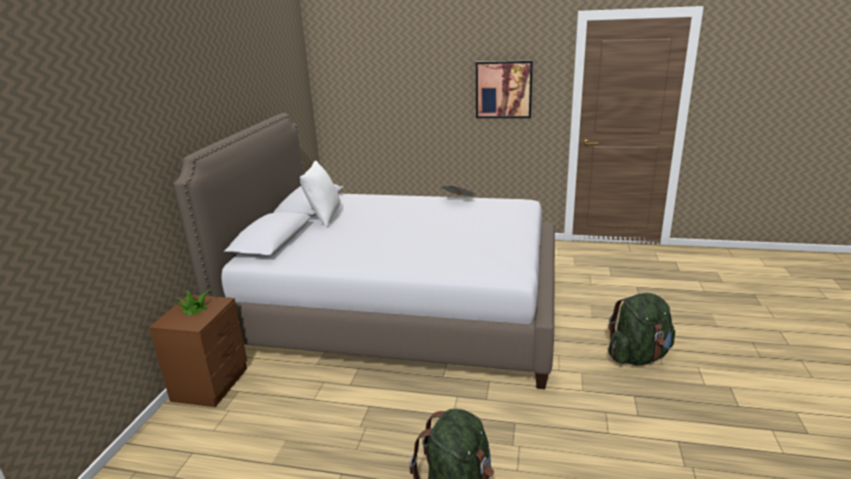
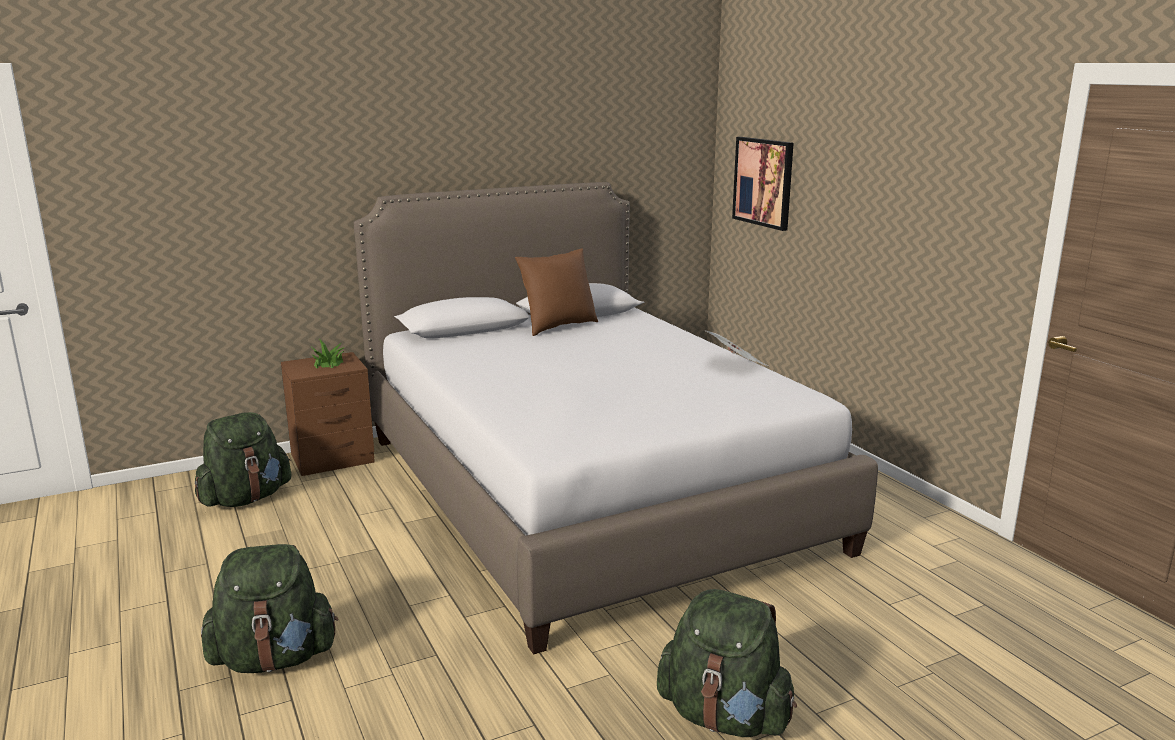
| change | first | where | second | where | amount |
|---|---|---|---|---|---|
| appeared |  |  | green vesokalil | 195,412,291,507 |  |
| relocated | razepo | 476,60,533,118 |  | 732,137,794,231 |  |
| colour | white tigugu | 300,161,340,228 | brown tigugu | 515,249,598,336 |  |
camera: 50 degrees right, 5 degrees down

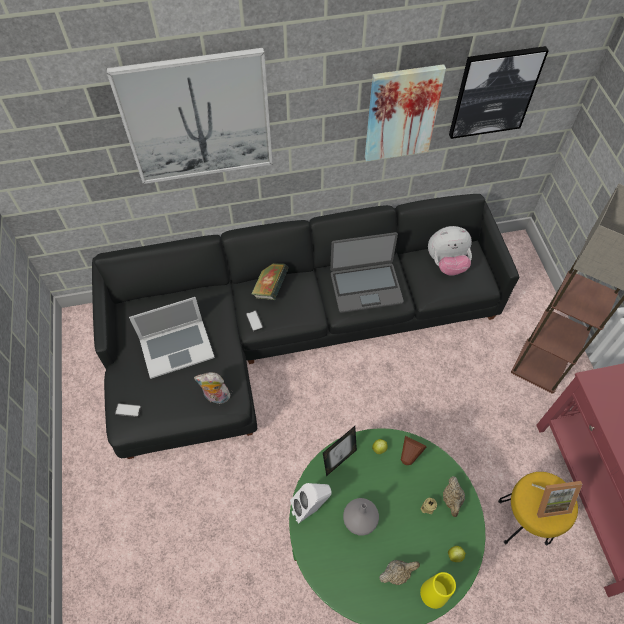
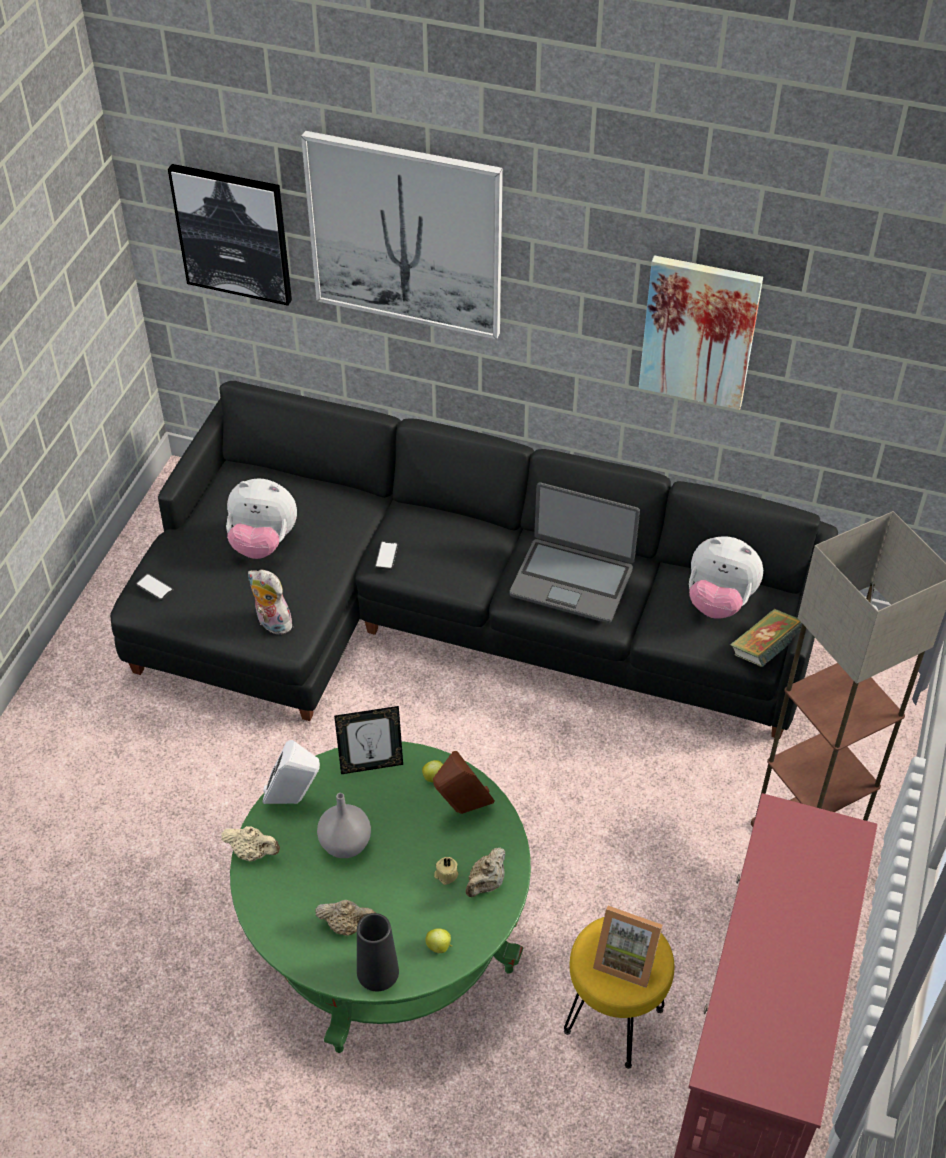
| change | first | where | second | where | amount |
|---|---|---|---|---|---|
| appeared |  |  | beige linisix | 221,826,280,862 |  |
| relocated | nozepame | 251,263,289,300 |  | 730,609,802,667 |  |
| relocated | razepo | 449,46,549,139 |  | 168,164,292,306 |  |
| exchanged | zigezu | 129,297,215,379 | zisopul | 226,478,297,559 |  |
| colour | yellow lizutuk | 420,572,456,609 | black lizutuk | 357,913,399,991 |  |
camera: 30 degrees right, 10 degrees down

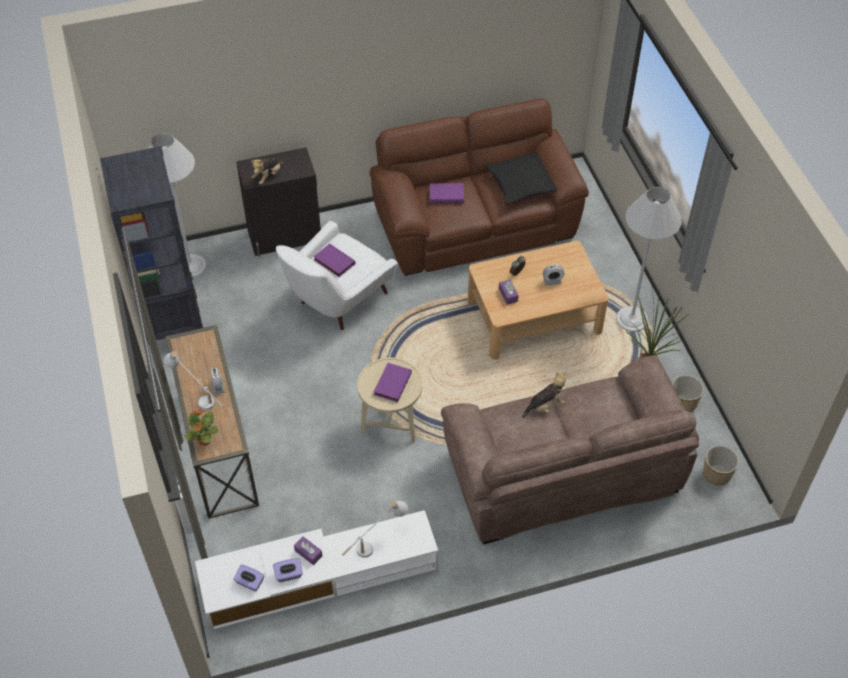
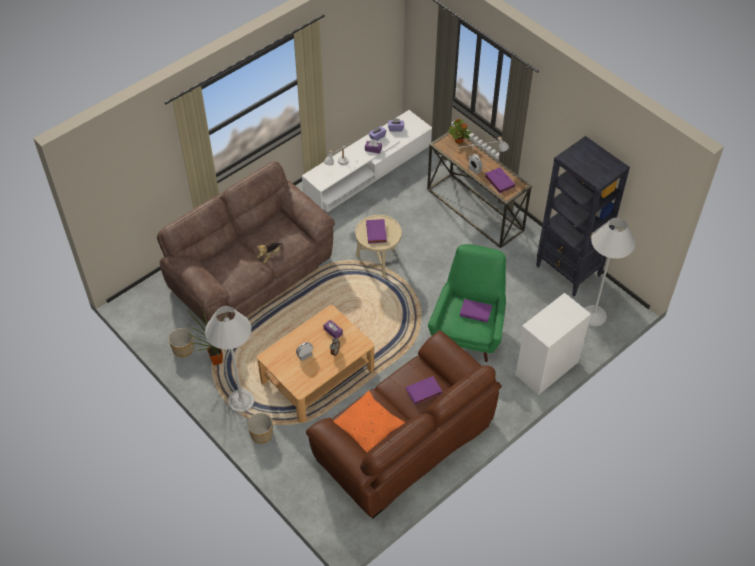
| change | first | where | second | where | amount |
|---|---|---|---|---|---|
| missing | zisopul | 251,158,284,184 |  |  |  |
| appeared |  |  | purple nozepame | 485,167,515,193 |  |
| relocated | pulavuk | 703,445,739,485 |  | 247,413,273,444 |  |
| colour | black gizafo | 236,147,321,257 | white gizafo | 515,293,591,395 |  |
| colour | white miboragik | 276,221,398,330 | green miboragik | 428,244,506,362 |  |
| colour | black tigugu | 484,152,557,205 | orange tigugu | 333,391,405,452 |  |
camera: 155 degrees right, 0 degrees up

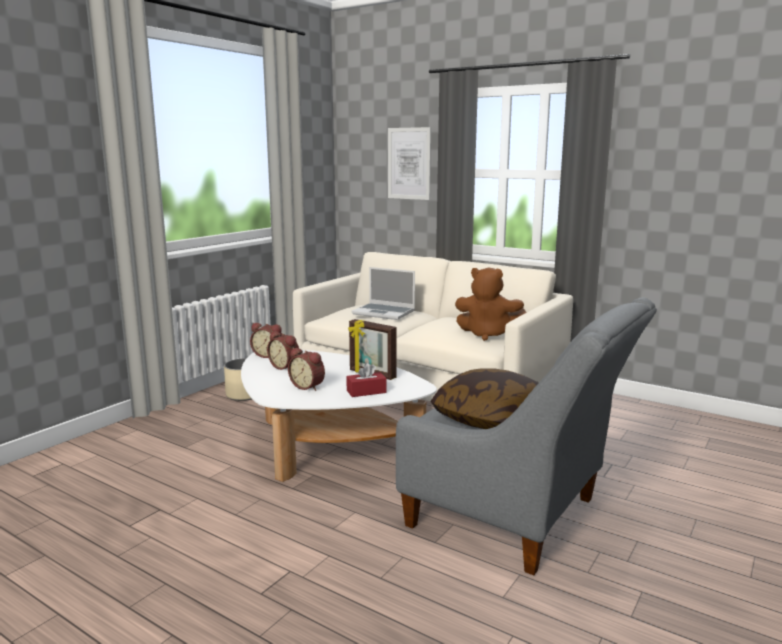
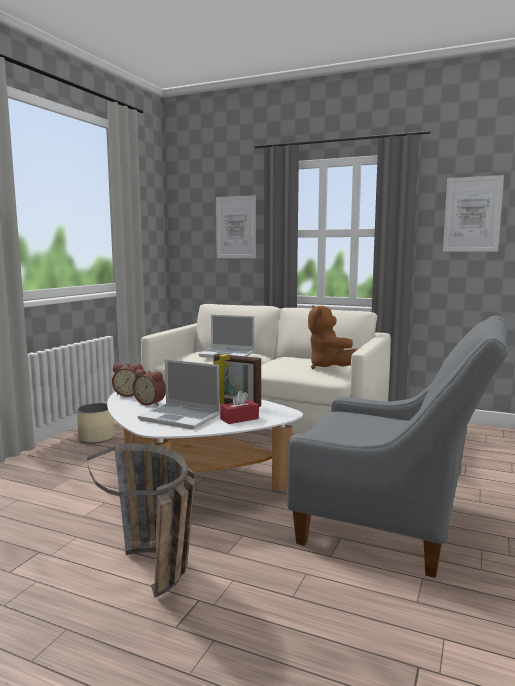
| change | first | where | second | where | amount |
|---|---|---|---|---|---|
| missing | tigugu | 431,368,539,429 |  |  |  |
| appeared |  |  | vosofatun | 87,443,195,598 |  |
| appeared |  |  | razepo | 443,175,504,252 |  |
| exchanged | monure | 288,348,325,391 | zigezu | 138,359,220,430 |  |
| spun | brown zisopul | 455,267,527,341 |  | 308,305,358,369 | 60 degrees clockwise |
camera: 10 degrees left, 5 degrees down

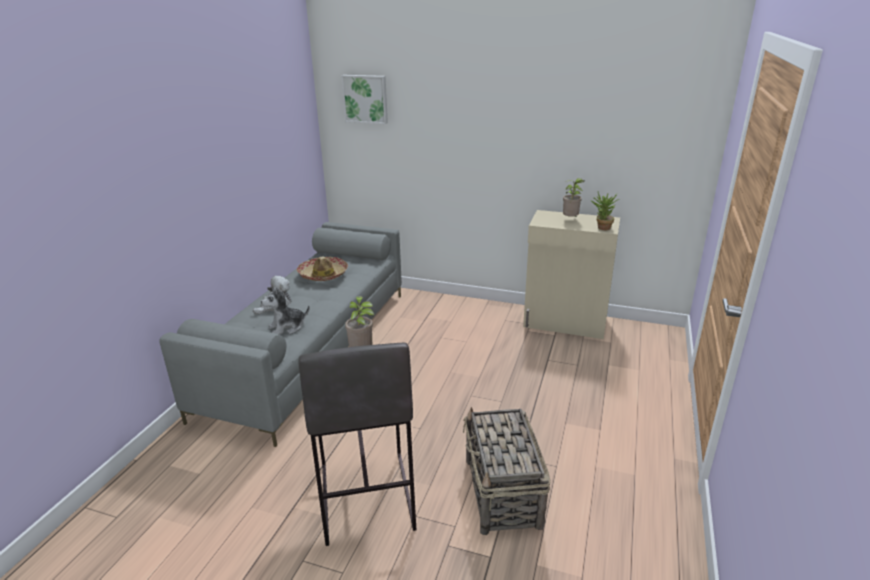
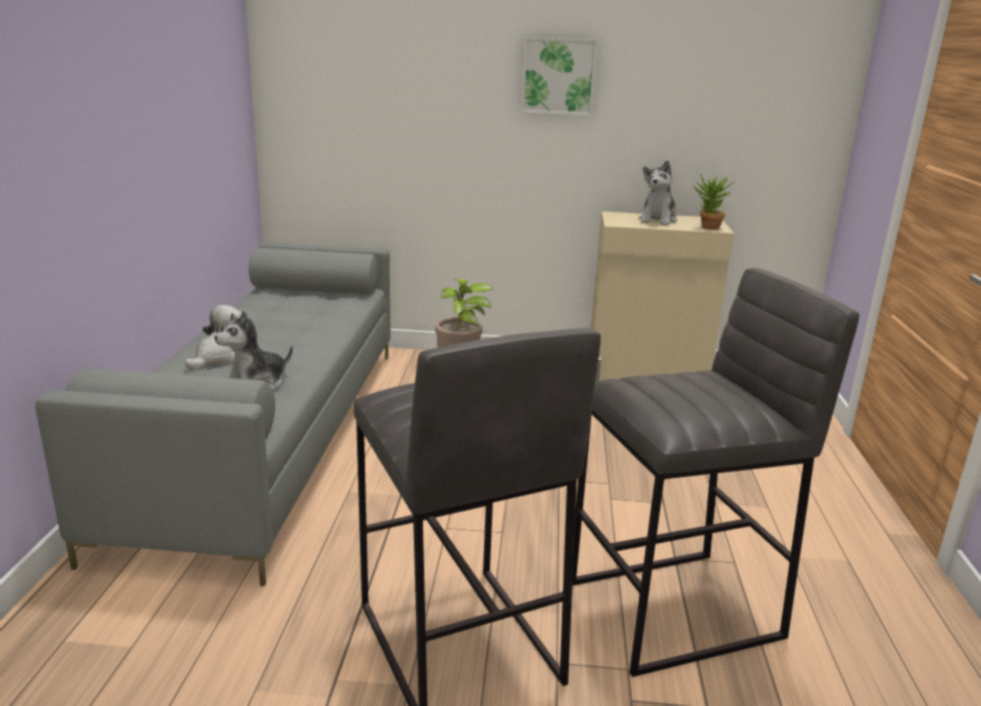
| change | first | where | second | where | amount |
|---|---|---|---|---|---|
| missing | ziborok | 297,256,348,281 |  |  |  |
| relocated | razepo | 341,75,388,124 |  | 521,37,598,116 |  |
| exchanged | vosofatun | 463,407,551,535 | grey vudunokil | 572,268,859,677 |  |
| exchanged | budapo | 563,178,584,217 | zisopul | 639,160,677,225 |  |
camera: 15 degrees left, 5 degrees down

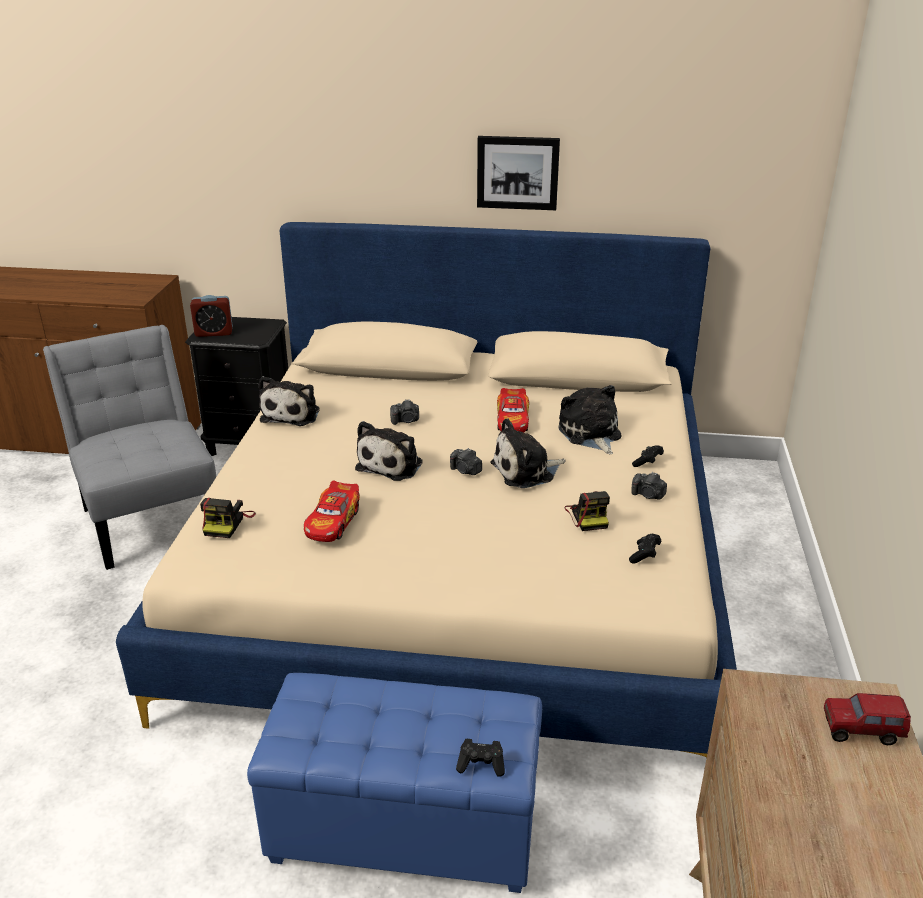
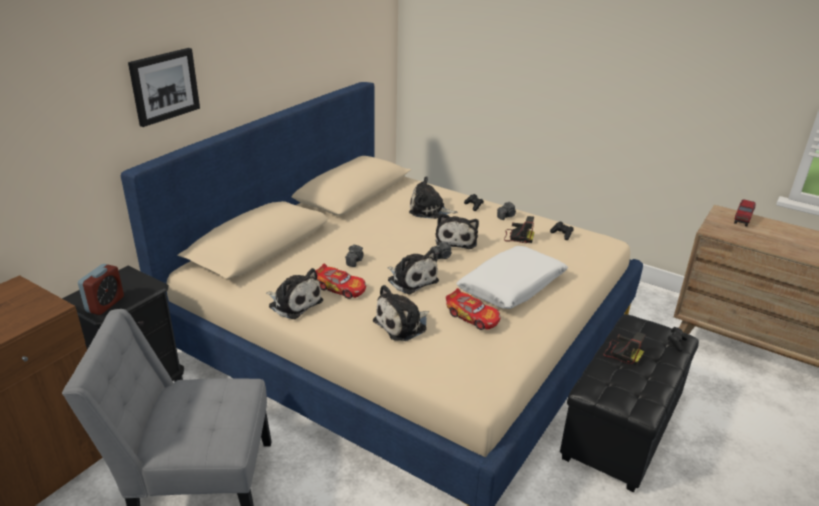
| change | first | where | second | where | amount |
|---|---|---|---|---|---|
| appeared |  |  | zisopul | 373,285,429,341 |  |
| appeared |  |  | white tigugu | 456,246,568,309 |  |
| relocated | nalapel | 200,498,256,538 |  | 603,332,646,365 |  |
| relocated | razepo | 477,136,560,210 |  | 128,48,200,127 |  |
| relocated | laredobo | 497,388,529,432 |  | 316,263,366,299 |  |
| colour | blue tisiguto | 247,673,542,893 | black tisiguto | 560,314,699,492 |  |
camera: 65 degrees left, 0 degrees up

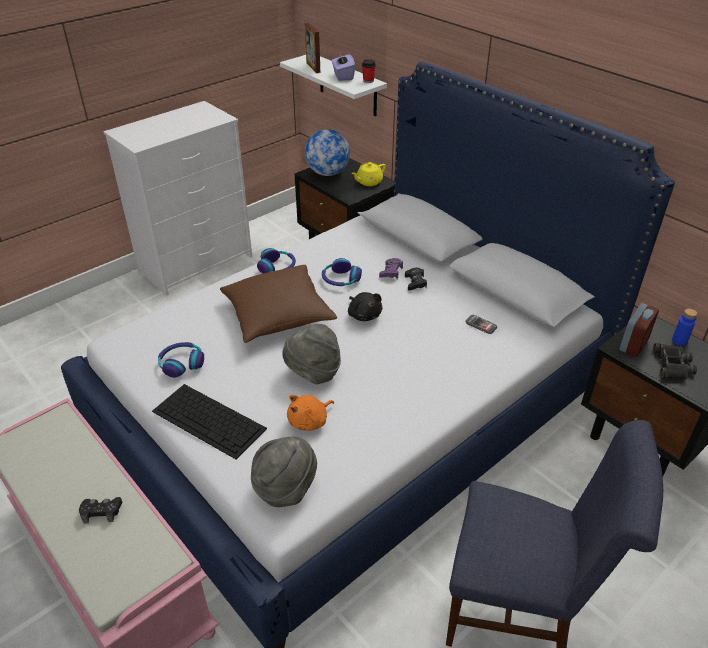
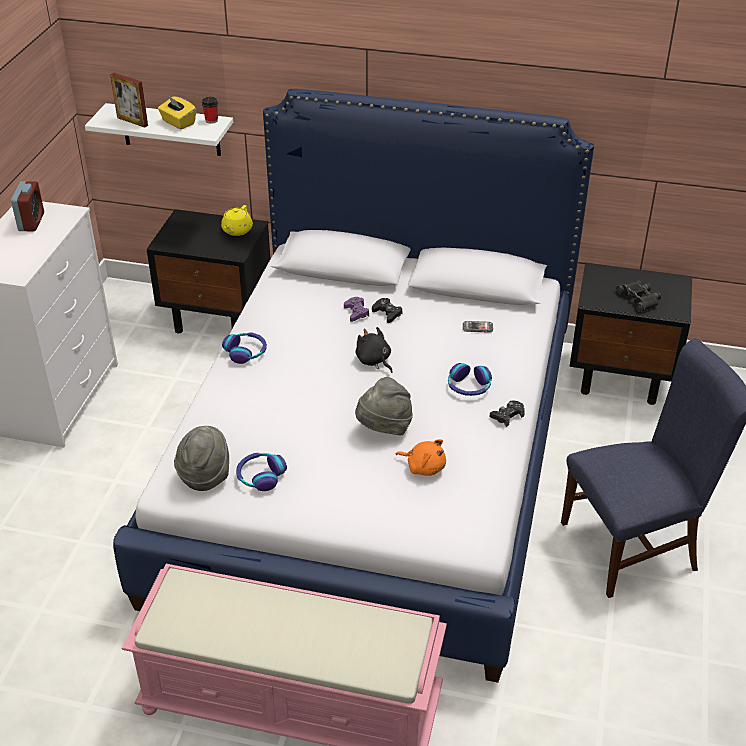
| change | first | where | second | where | amount |
|---|---|---|---|---|---|
| missing | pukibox | 152,384,267,459 |  |  |  |
| missing | brown tigugu | 220,265,337,343 |  |  |  |
| missing | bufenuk | 305,129,350,176 |  |  |  |
| missing | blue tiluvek | 672,309,697,346 |  |  |  |
| relocated | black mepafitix | 79,497,122,524 |  | 490,400,525,427 |  |
| relocated | grey ziborok | 251,437,317,507 |  | 174,426,229,491 |  |
| relocated | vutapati | 322,258,362,286 |  | 448,363,492,396 |  |
| relocated | monure | 619,303,659,357 |  | 11,181,44,231 |  |
| colour | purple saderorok | 332,54,355,81 | yellow saderorok | 158,96,196,129 |  |
| spun | orange zisopul | 287,395,334,431 |  | 395,439,446,476 | 75 degrees counterclockwise |
| spun | black zisopul | 348,292,382,321 |  | 356,327,393,373 | 150 degrees counterclockwise |
camera: 35 degrees left, 0 degrees up

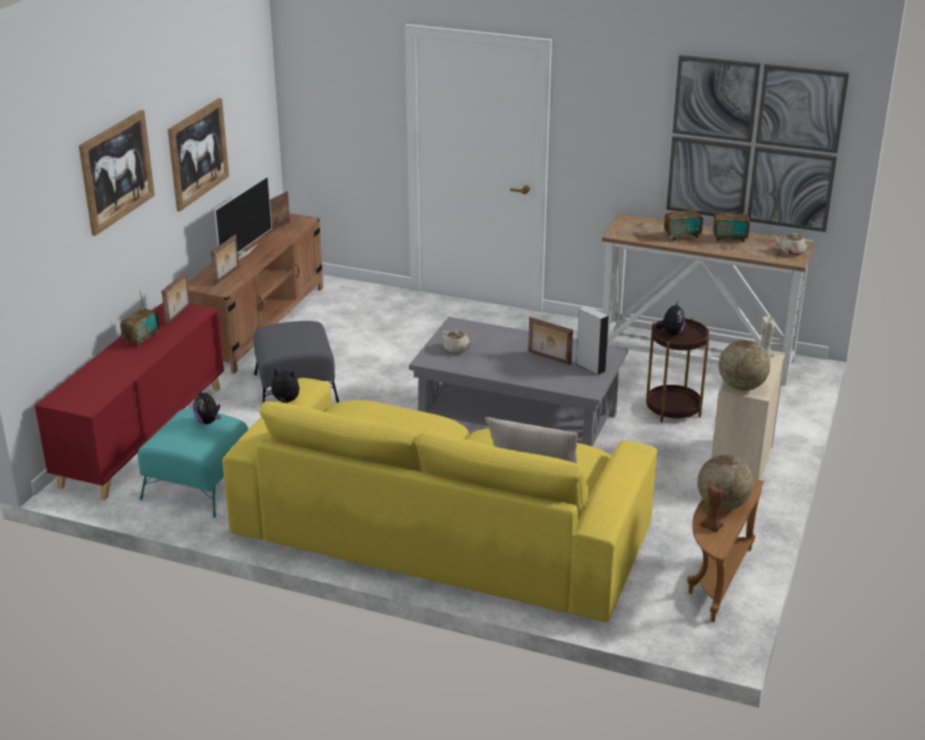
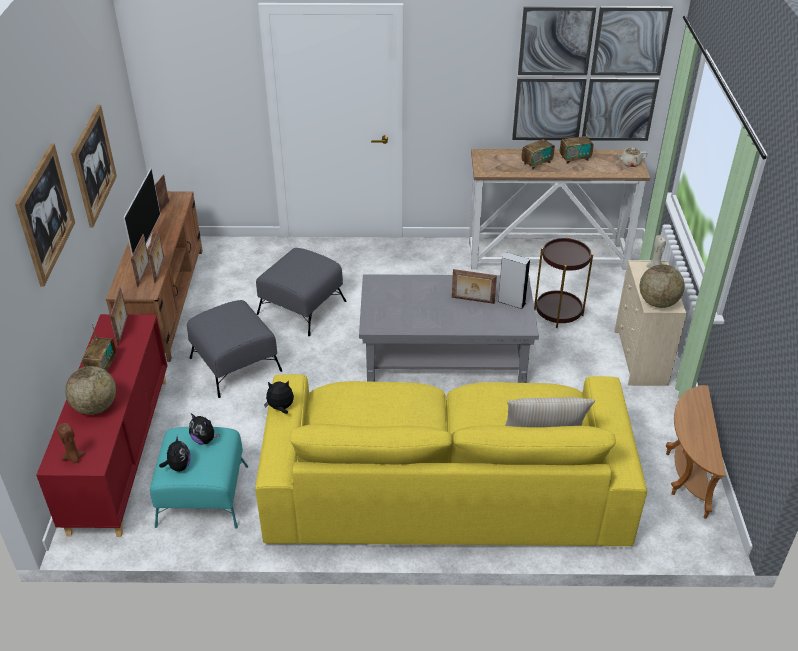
| change | first | where | second | where | amount |
|---|---|---|---|---|---|
| missing | beige linisix | 441,330,473,353 |  |  |  |
| appeared |  |  | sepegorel | 148,230,164,283 |  |
| appeared |  |  | grey tisiguto | 256,248,346,336 |  |
| relocated | zisopul | 655,301,685,335 |  | 159,435,191,472 |  |
| relocated | bufenuk | 697,455,753,510 |  | 65,366,116,415 |  |
| relocated | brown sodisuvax | 700,483,724,532 |  | 57,423,85,463 |  |
camera: 20 degrees left, 10 degrees up

